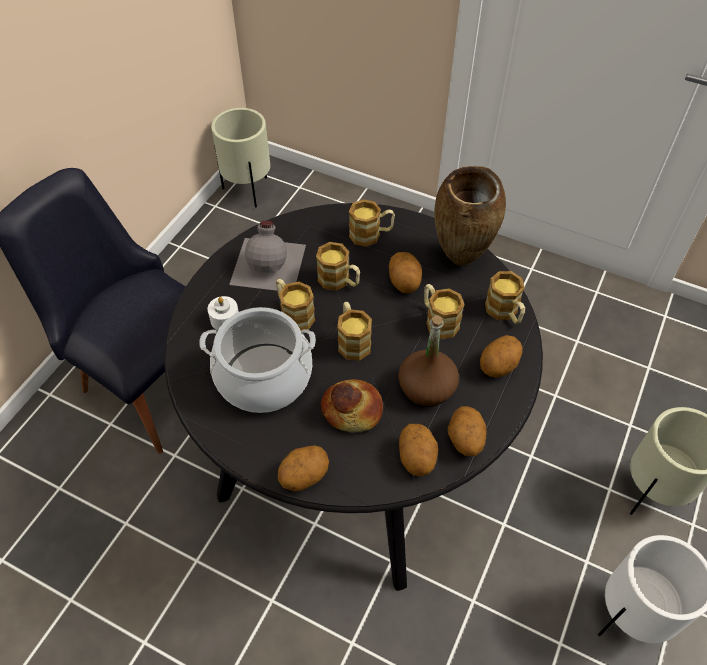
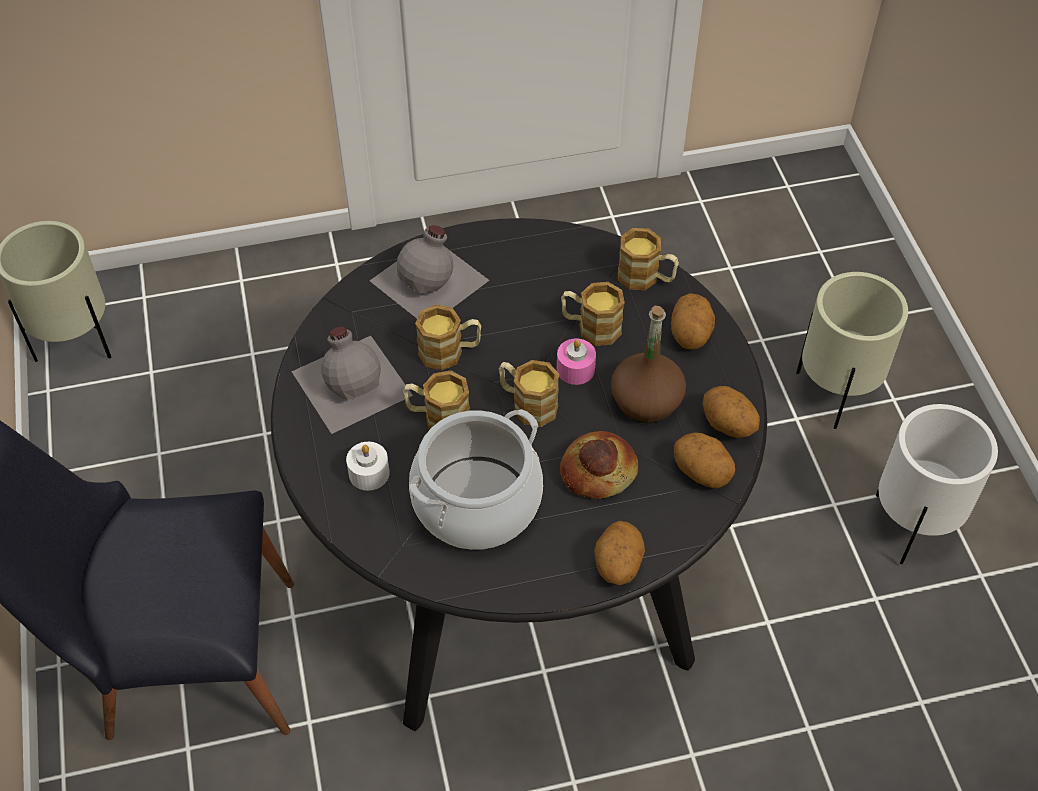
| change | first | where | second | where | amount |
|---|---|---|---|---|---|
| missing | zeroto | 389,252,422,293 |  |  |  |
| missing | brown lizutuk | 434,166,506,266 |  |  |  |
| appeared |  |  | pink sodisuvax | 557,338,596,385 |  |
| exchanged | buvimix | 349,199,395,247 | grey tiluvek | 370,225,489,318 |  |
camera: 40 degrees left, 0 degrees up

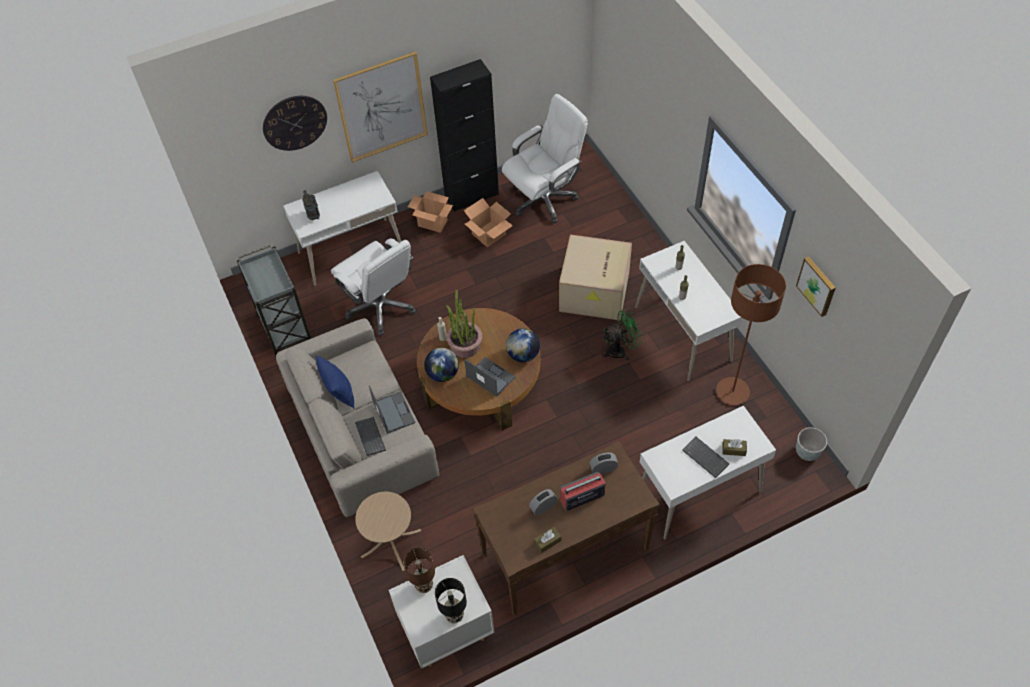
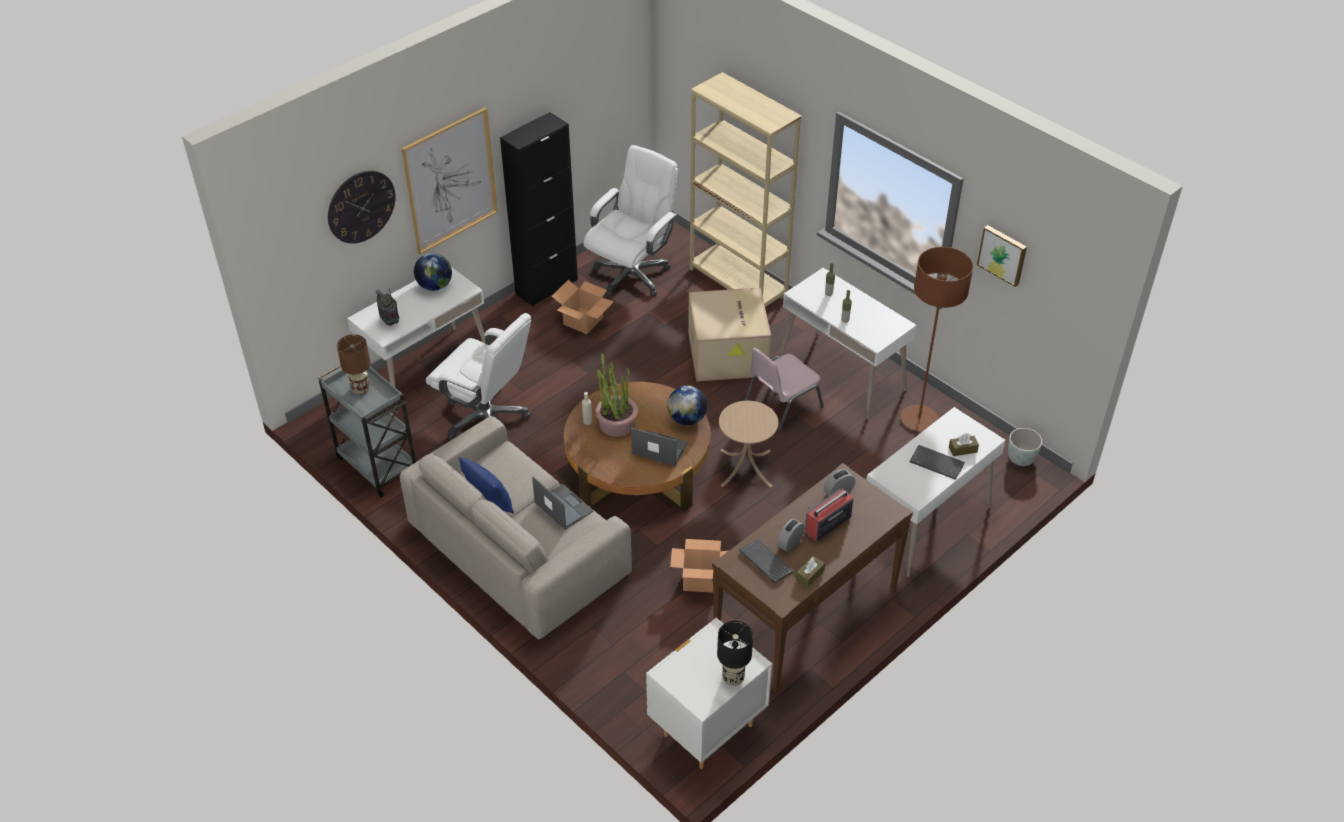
| change | first | where | second | where | amount |
|---|---|---|---|---|---|
| appeared |  |  | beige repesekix | 690,72,802,307 |  |
| relocated | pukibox | 355,417,386,456 |  | 739,539,793,583 |  |
| relocated | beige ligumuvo | 355,492,421,571 |  | 719,401,778,488 |  |
| relocated | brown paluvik | 403,547,435,593 |  | 337,334,371,395 |  |
| relocated | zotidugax | 408,191,453,233 |  | 670,539,728,593 |  |
| relocated | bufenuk | 424,348,459,382 |  | 414,253,452,291 |  |
| exchanged | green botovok | 602,309,643,361 | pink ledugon | 745,348,824,432 |  |
camera: 20 degrees left, 10 degrees down

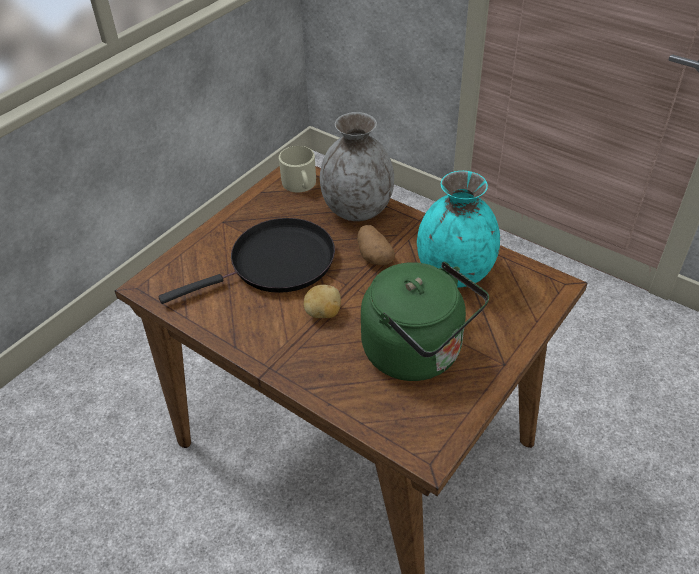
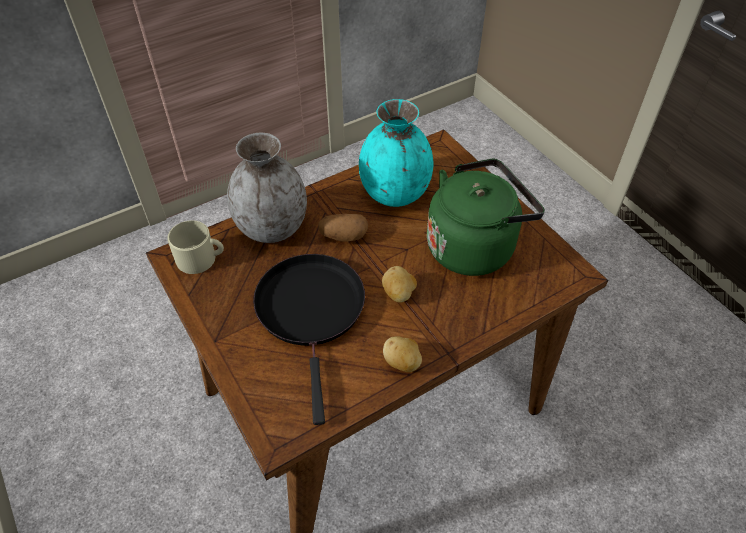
| change | first | where | second | where | amount |
|---|---|---|---|---|---|
| appeared |  |  | zeroto | 383,336,422,372 |  |
camera: 70 degrees left, 5 degrees up

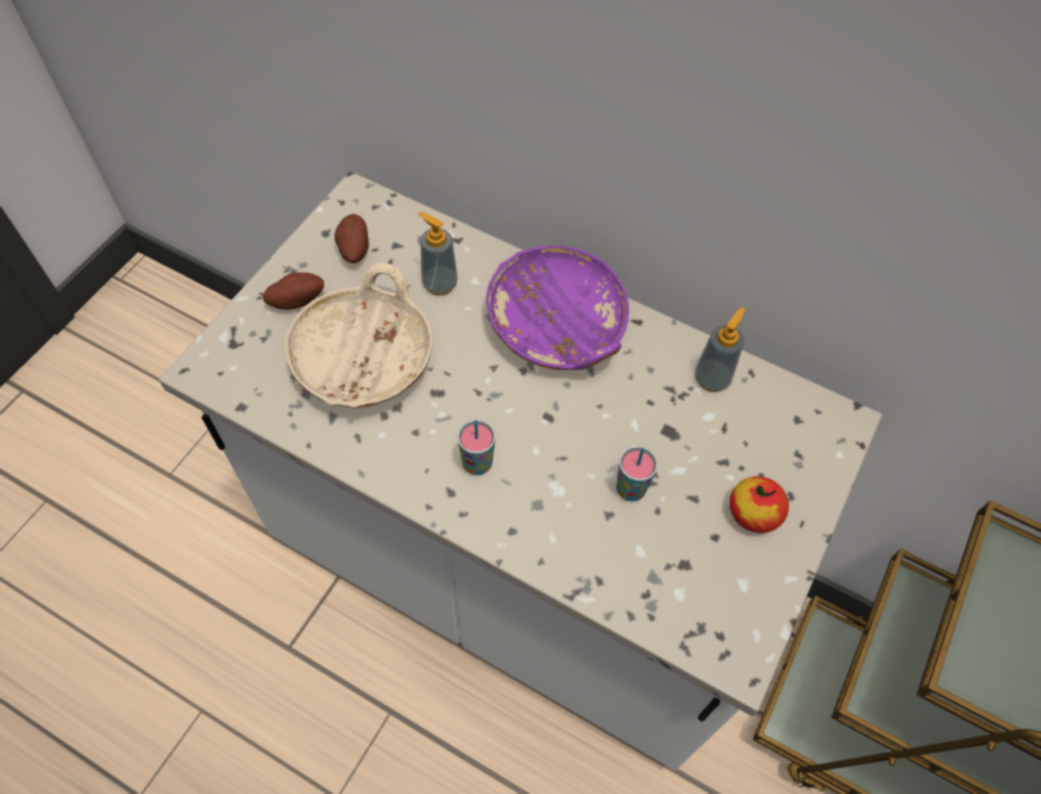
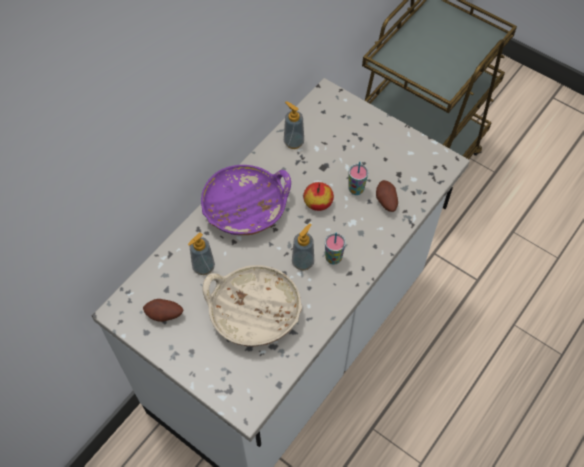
| change | first | where | second | where | amount |
|---|---|---|---|---|---|
| appeared |  |  | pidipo | 292,223,314,270 |  |
| relocated | zeroto | 262,272,324,310 |  | 376,180,398,212 |  |
| relocated | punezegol | 730,476,789,533 |  | 303,182,334,211 |  |
camera: 80 degrees left, 0 degrees up

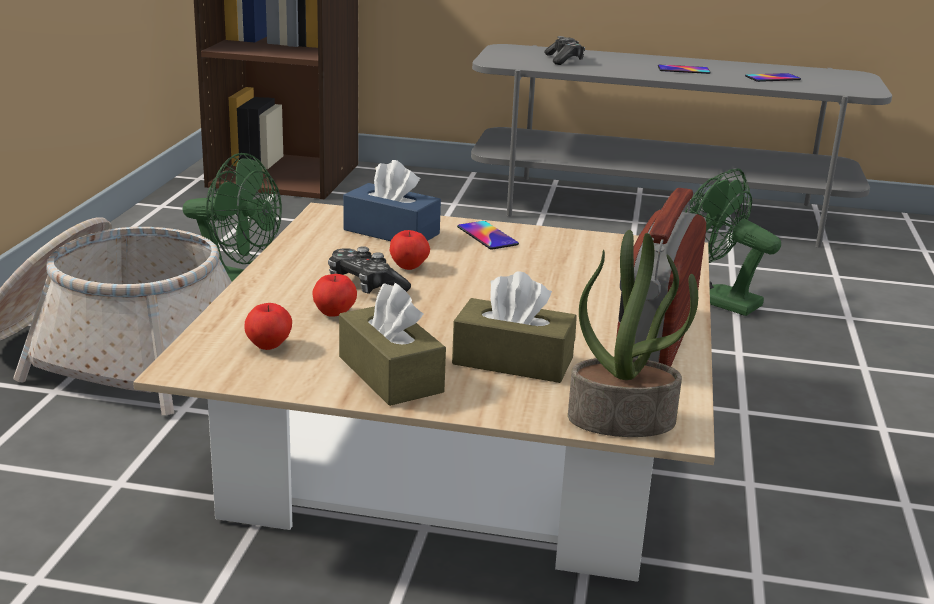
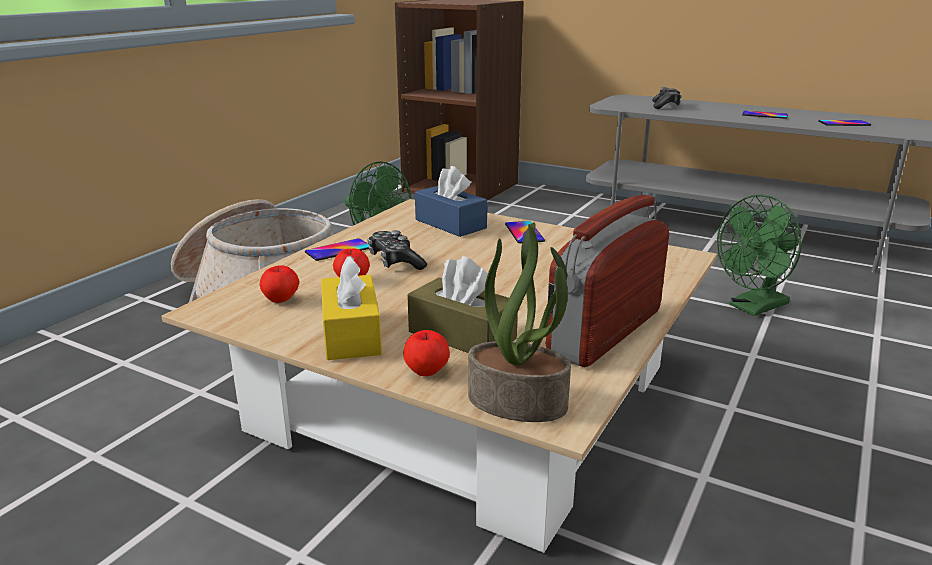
| change | first | where | second | where | amount |
|---|---|---|---|---|---|
| appeared |  |  | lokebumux | 305,238,370,261 |  |
| relocated | punezegol | 390,230,430,270 |  | 403,330,450,376 |  |
| colour | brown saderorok | 339,283,446,406 | yellow saderorok | 321,256,382,360 |  |
| spun | green botovok | 685,168,781,316 |  | 717,195,802,316 | 90 degrees counterclockwise |
camera: 20 degrees right, 0 degrees up

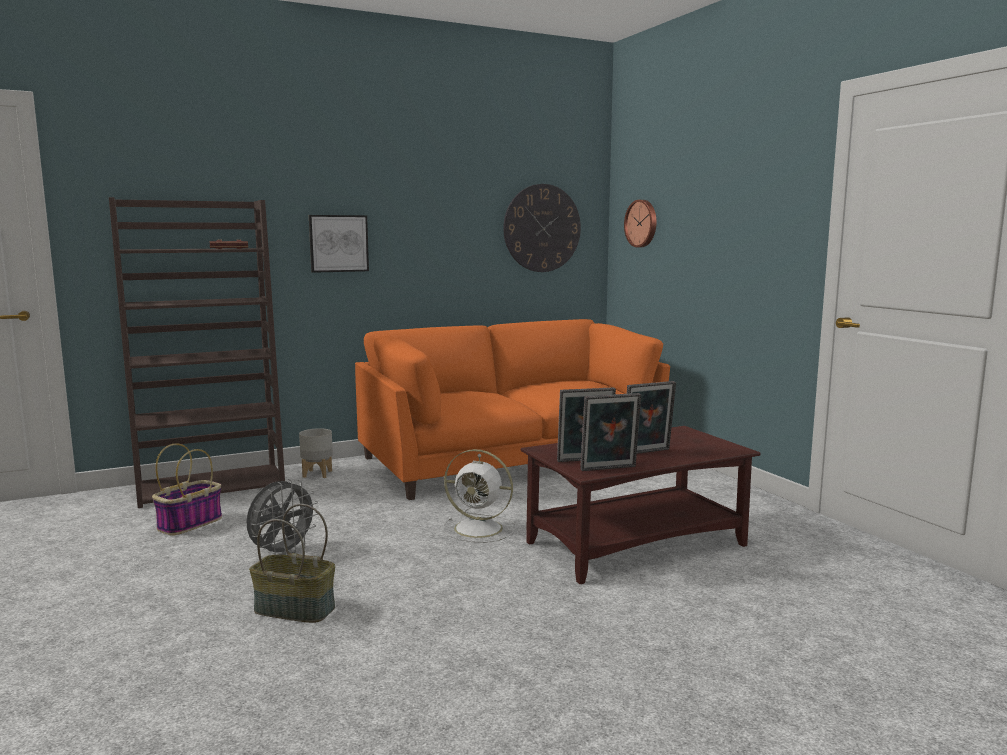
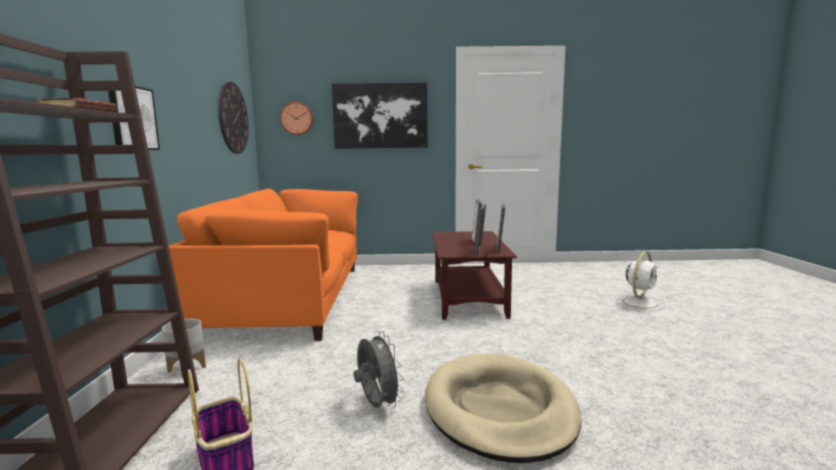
| change | first | where | second | where | amount |
|---|---|---|---|---|---|
| appeared |  |  | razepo | 332,82,428,149 |  |
| relocated | white botovok | 443,449,516,543 |  | 617,252,666,311 |  |
| exchanged | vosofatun | 249,504,335,623 | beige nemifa | 425,353,582,463 |  |
camera: 65 degrees left, 0 degrees up

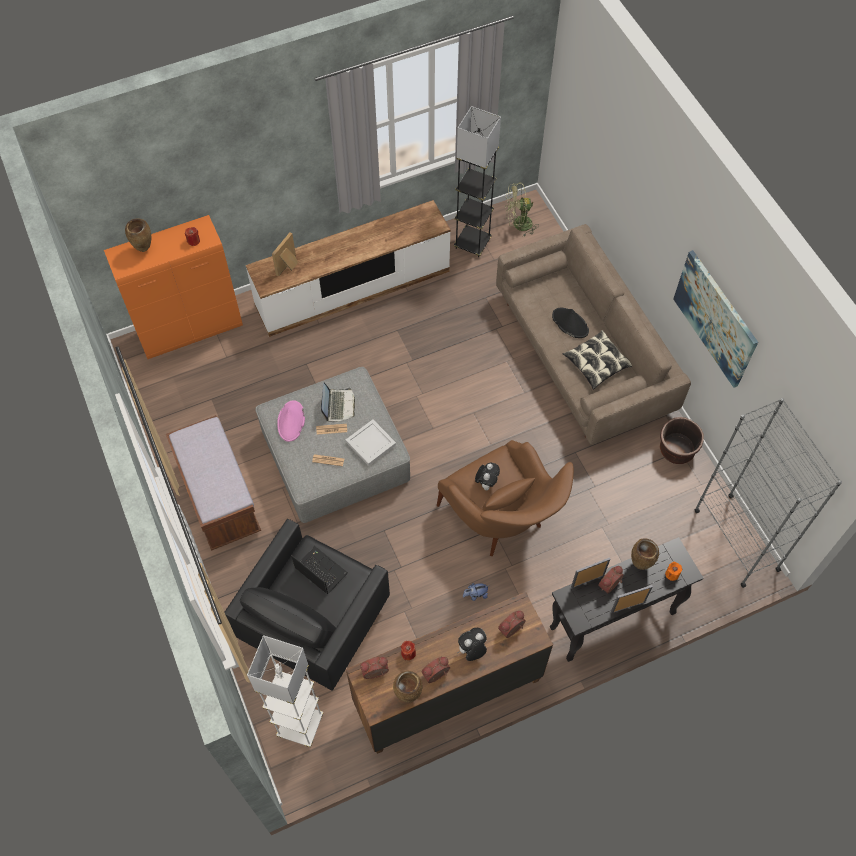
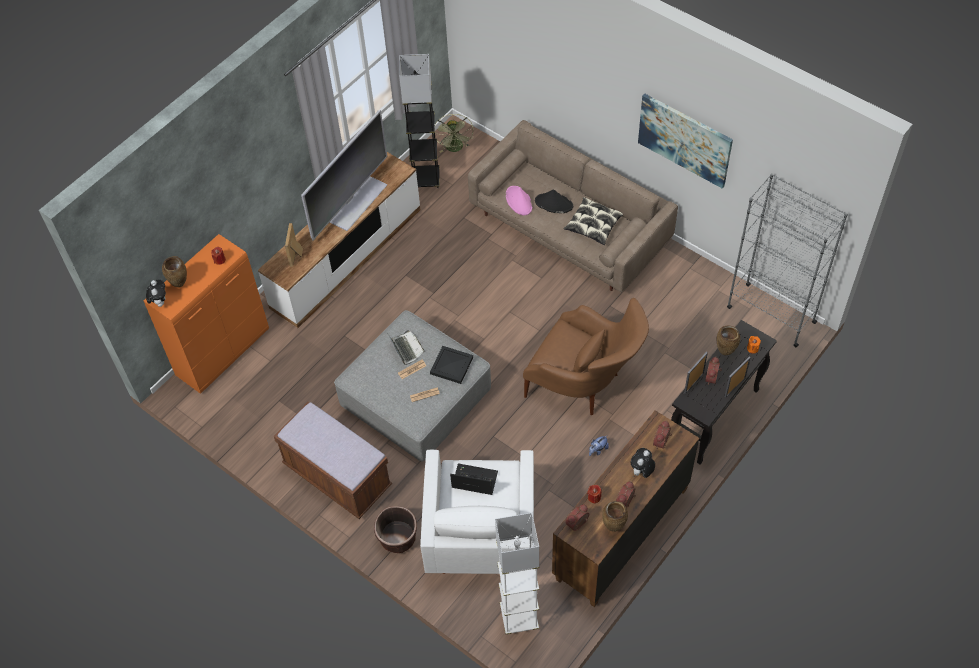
| change | first | where | second | where | amount |
|---|---|---|---|---|---|
| appeared |  |  | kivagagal | 301,110,387,240 |  |
| relocated | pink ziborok | 277,400,305,442 |  | 506,186,532,215 |  |
| relocated | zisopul | 475,463,500,490 |  | 146,280,166,307 |  |
| relocated | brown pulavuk | 660,417,704,464 |  | 374,506,417,553 |  |
| colour | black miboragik | 225,519,390,691 | white miboragik | 420,450,534,574 |  |
| colour | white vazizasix | 346,420,396,466 | black vazizasix | 430,346,473,384 |  |
| spun | green botovok | 505,182,538,236 |  | 433,114,474,153 | 60 degrees counterclockwise |
camera: 25 degrees left, 5 degrees down

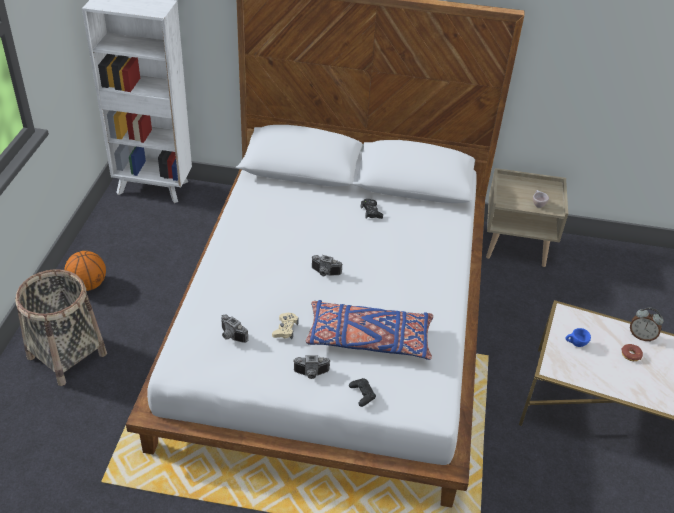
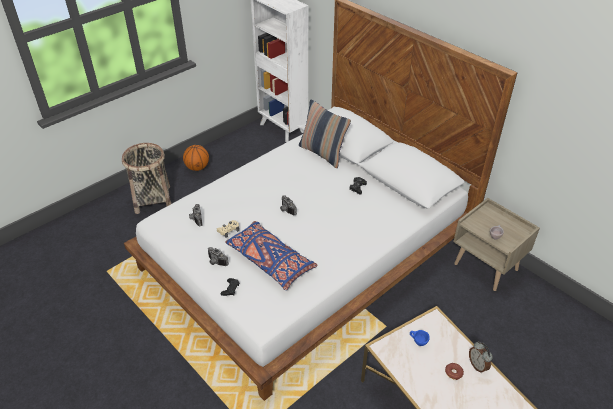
| change | first | where | second | where | amount |
|---|---|---|---|---|---|
| appeared |  |  | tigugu | 299,100,351,168 |  |
camera: 40 degrees right, 0 degrees up

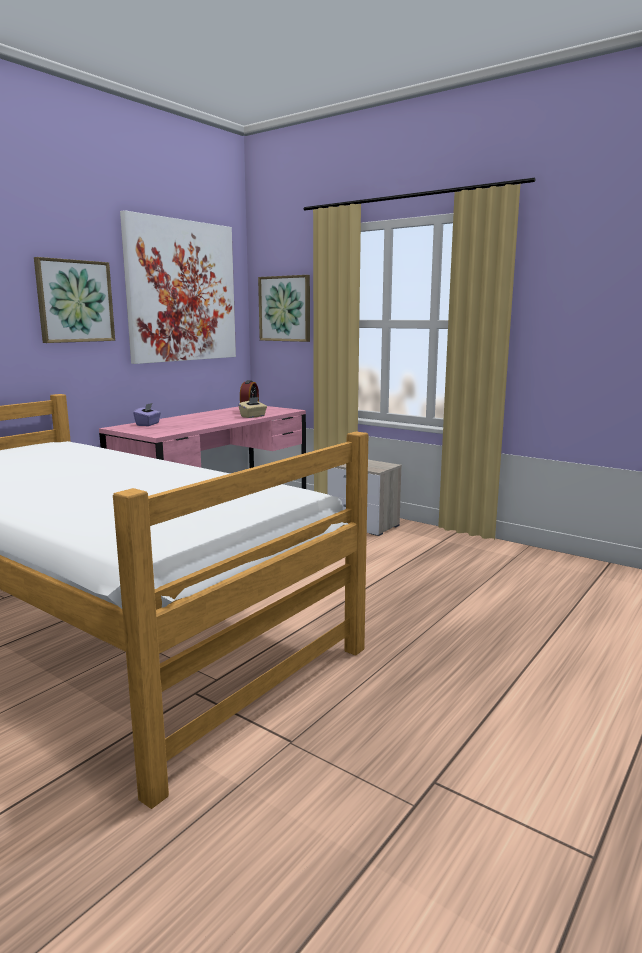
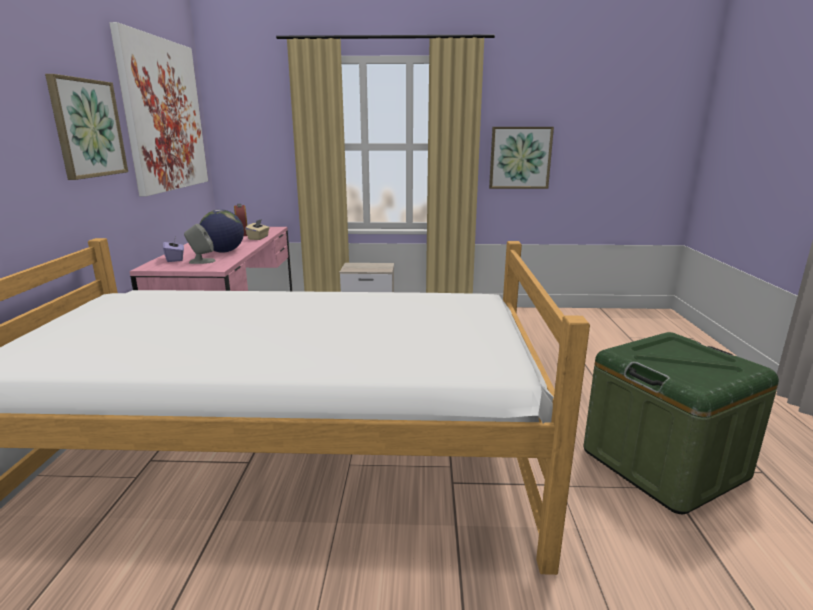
| change | first | where | second | where | amount |
|---|---|---|---|---|---|
| appeared |  |  | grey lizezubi | 184,224,216,264 |  |
| appeared |  |  | bufenuk | 199,209,244,253 |  |
| appeared |  |  | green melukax | 583,332,779,514 |  |
| relocated | razepo | 258,275,310,342 |  | 489,127,554,189 |  |
camera: 35 degrees left, 5 degrees up

